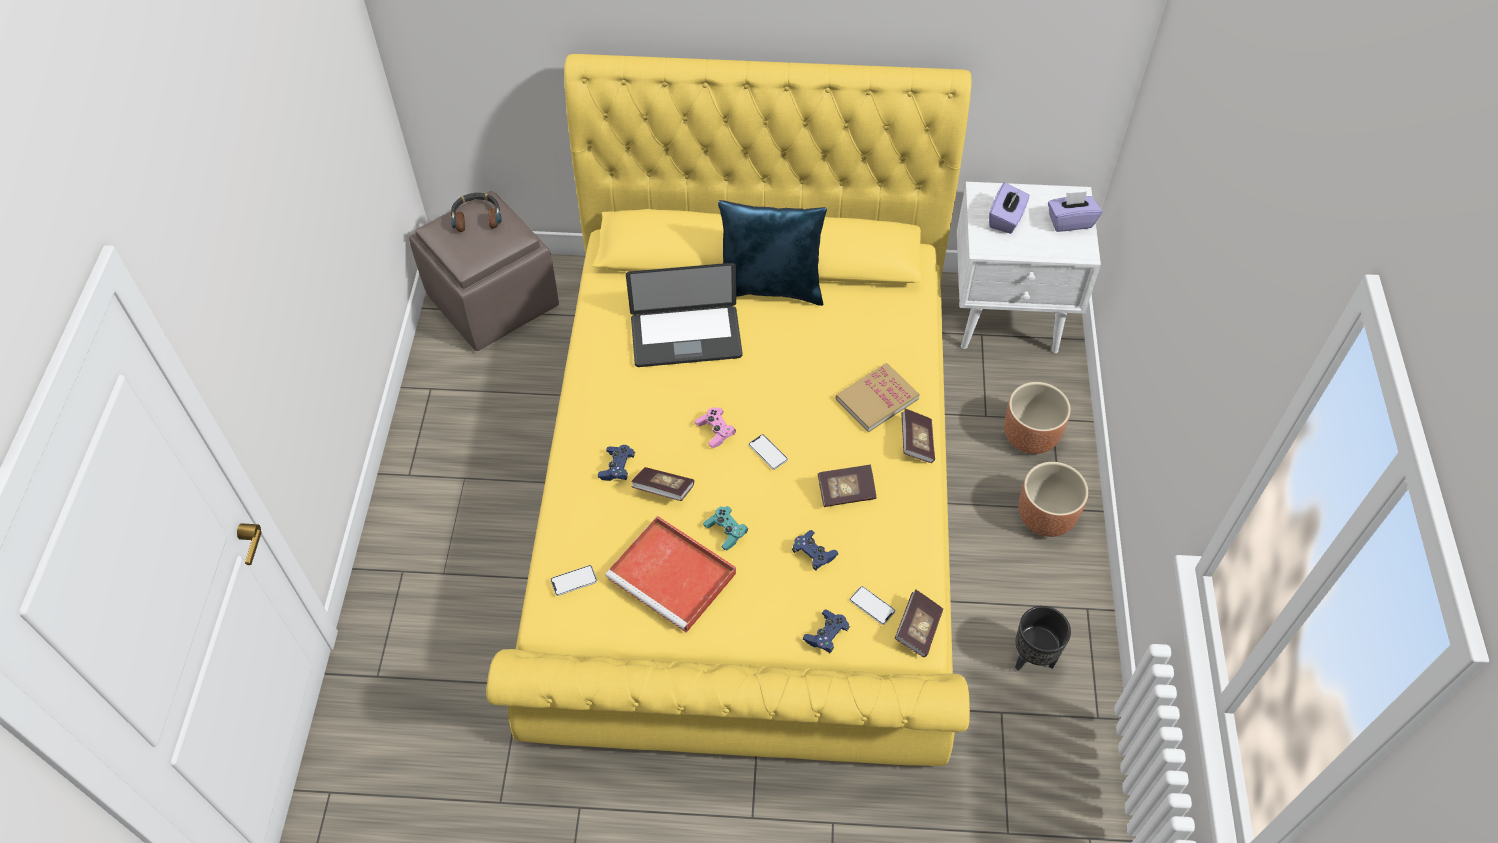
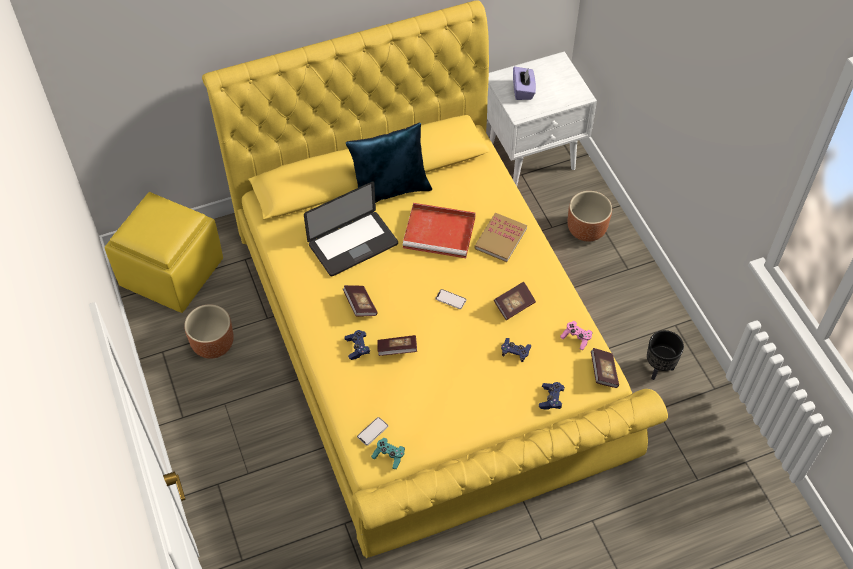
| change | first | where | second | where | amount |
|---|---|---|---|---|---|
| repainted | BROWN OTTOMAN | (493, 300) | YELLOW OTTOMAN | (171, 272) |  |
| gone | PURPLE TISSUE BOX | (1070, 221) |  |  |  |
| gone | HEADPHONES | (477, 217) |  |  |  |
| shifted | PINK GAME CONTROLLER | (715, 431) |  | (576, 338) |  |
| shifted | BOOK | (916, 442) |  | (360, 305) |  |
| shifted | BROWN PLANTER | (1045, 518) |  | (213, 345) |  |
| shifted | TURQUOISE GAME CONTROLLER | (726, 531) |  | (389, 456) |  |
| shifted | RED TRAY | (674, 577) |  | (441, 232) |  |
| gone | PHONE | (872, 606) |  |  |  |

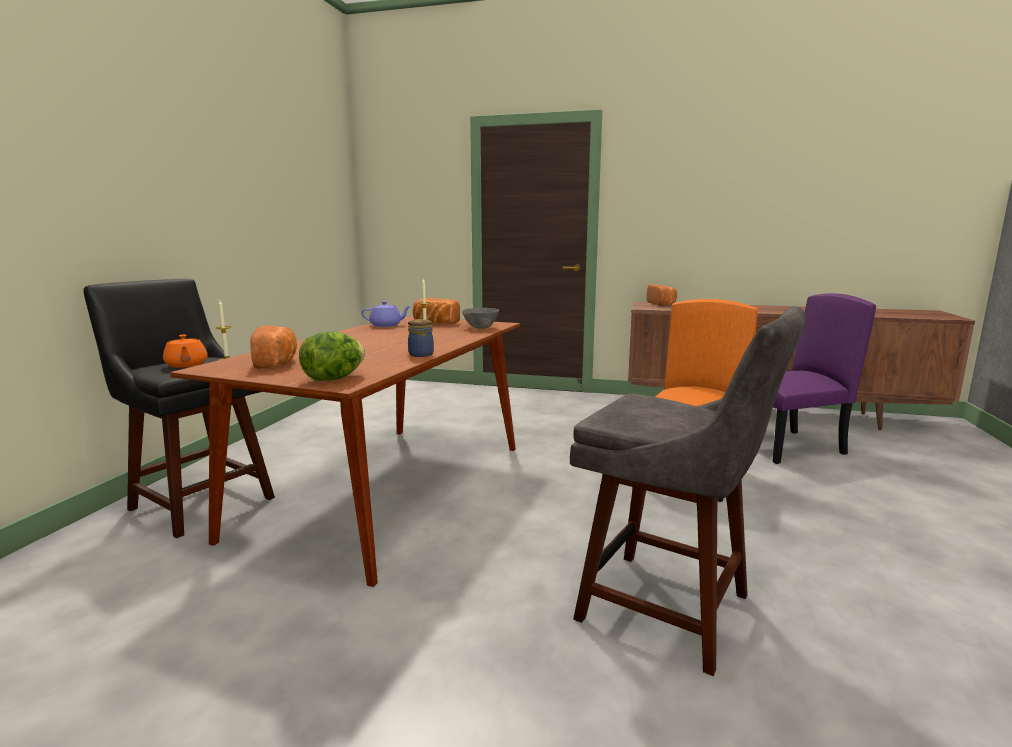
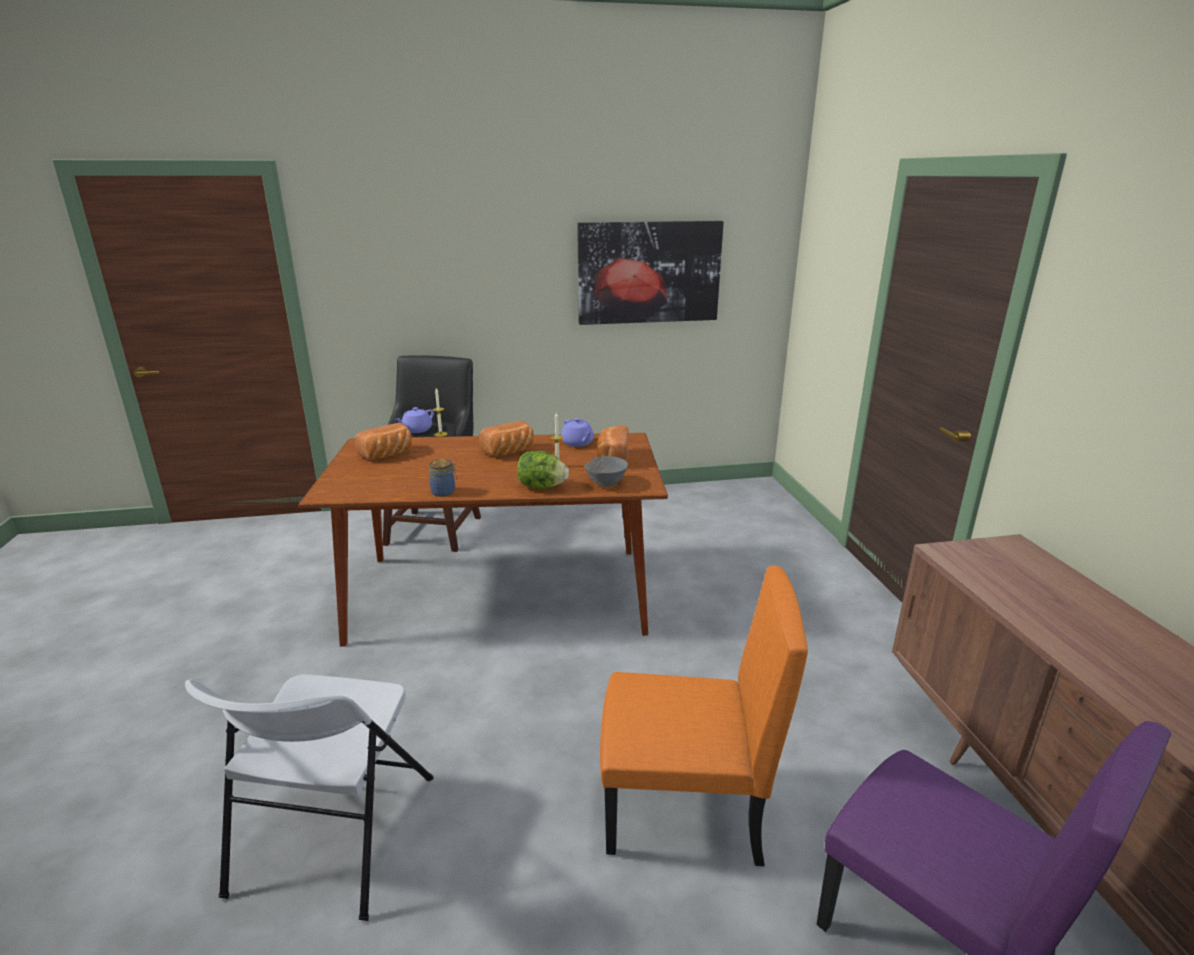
| change | first | where | second | where | amount |
|---|---|---|---|---|---|
| shifted | BREAD | (662, 304) |  | (510, 452) |  |
| swapped | GREY STOOL | (671, 609) | WHITE CHAIR | (335, 833) |  |
| shifted | LETTUCE | (334, 379) |  | (542, 487) |  |
| repainted | ORANGE TEAPOT | (186, 365) | PURPLE TEAPOT | (416, 430) |  |
| new |  |  | PICTURE | (649, 272) |  |

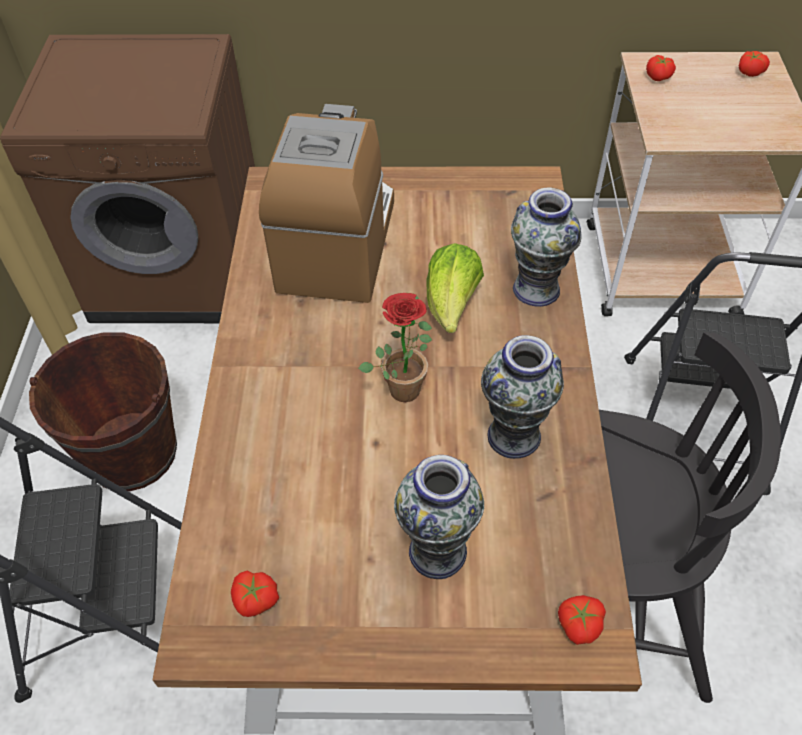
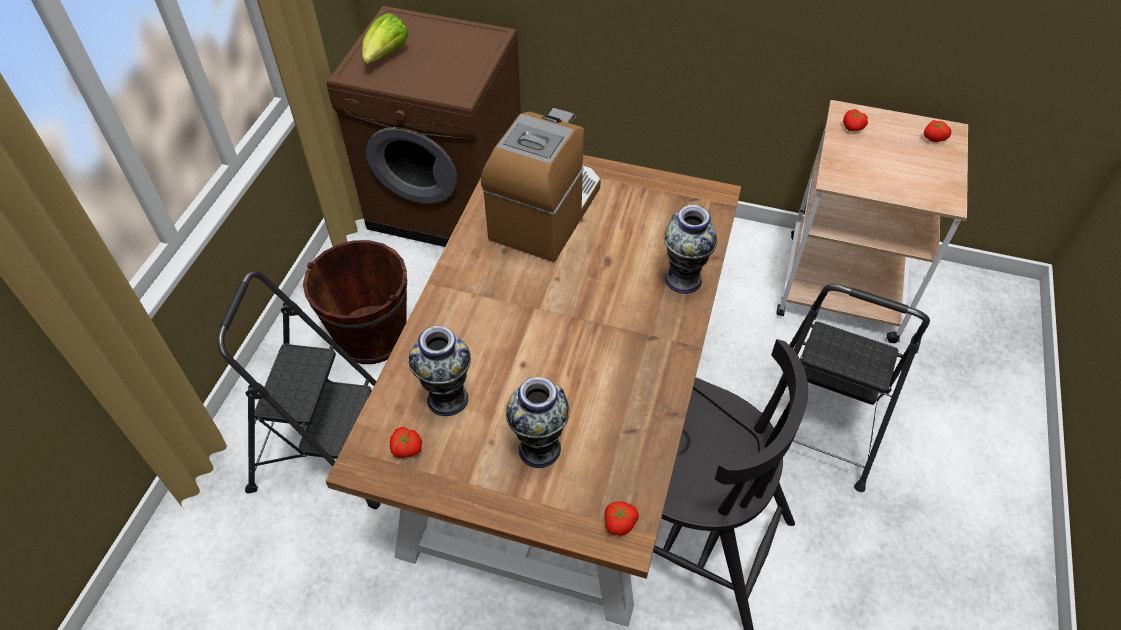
| change | first | where | second | where | amount |
|---|---|---|---|---|---|
| shifted | LETTUCE | (452, 305) |  | (386, 56) |  |
| gone | POTTED PLANT | (403, 384) |  |  |  |
| shifted | VASE | (514, 436) |  | (447, 399) |  |

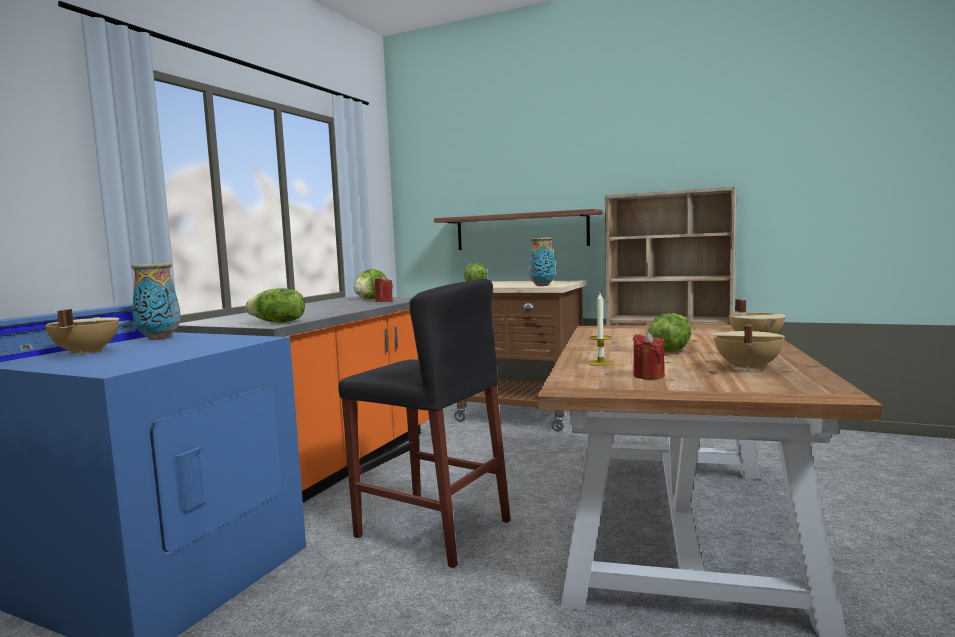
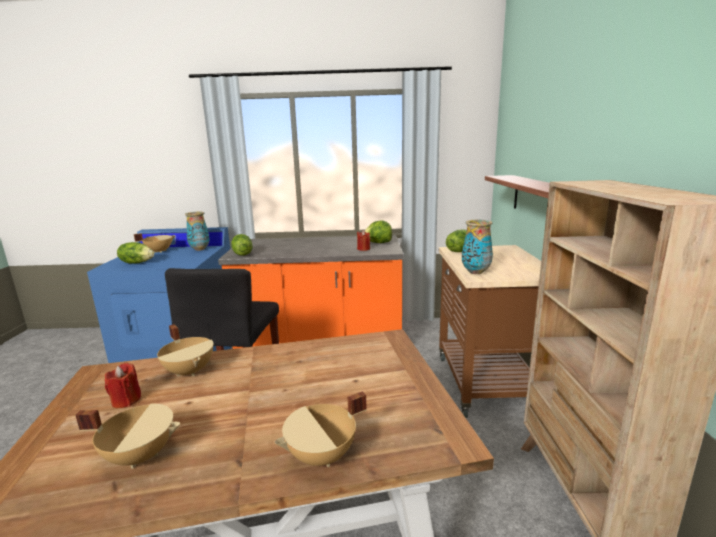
| change | first | where | second | where | amount |
|---|---|---|---|---|---|
| swapped | CANDLE | (600, 363) | BEIGE COOKING POT | (190, 371) |  |
| shifted | LETTUCE | (669, 351) |  | (137, 262) |  |

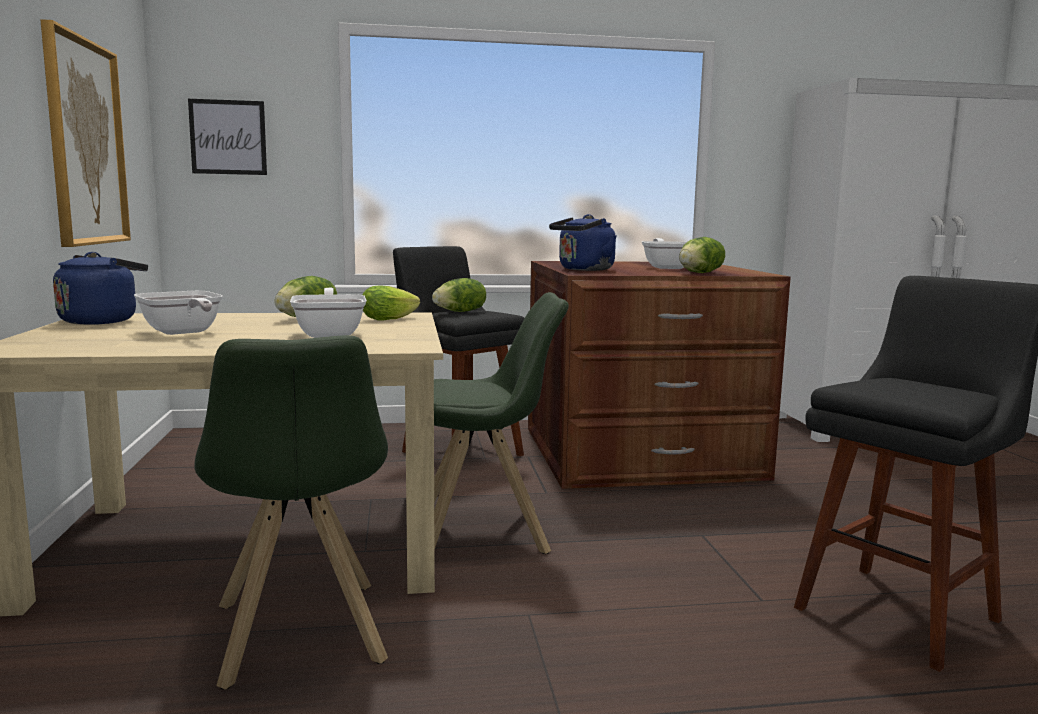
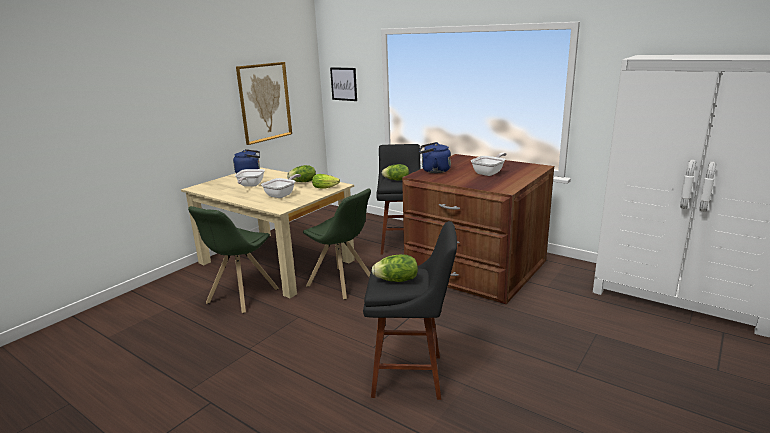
| change | first | where | second | where | amount |
|---|---|---|---|---|---|
| shifted | LETTUCE | (700, 273) |  | (397, 280) |  |

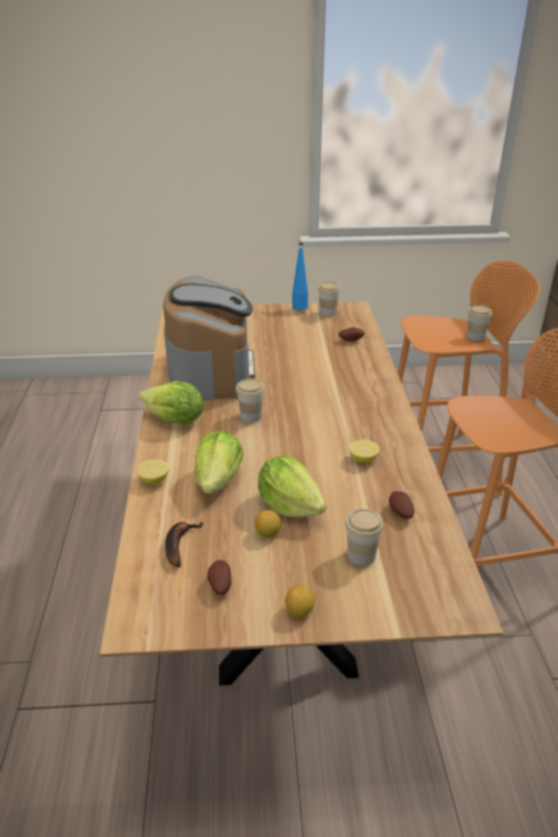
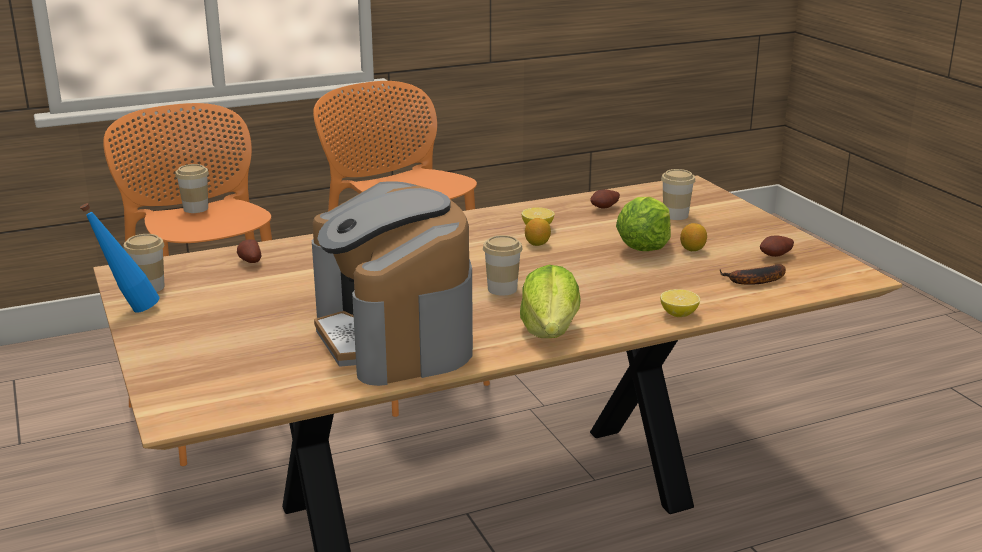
| change | first | where | second | where | amount |
|---|---|---|---|---|---|
| rotated | COFFEE MACHINE | (212, 370) |  | (395, 336) | 90 degrees counterclockwise |
| gone | LETTUCE | (219, 480) |  |  |  |
| shifted | LEMON | (299, 611) |  | (537, 244) |  |

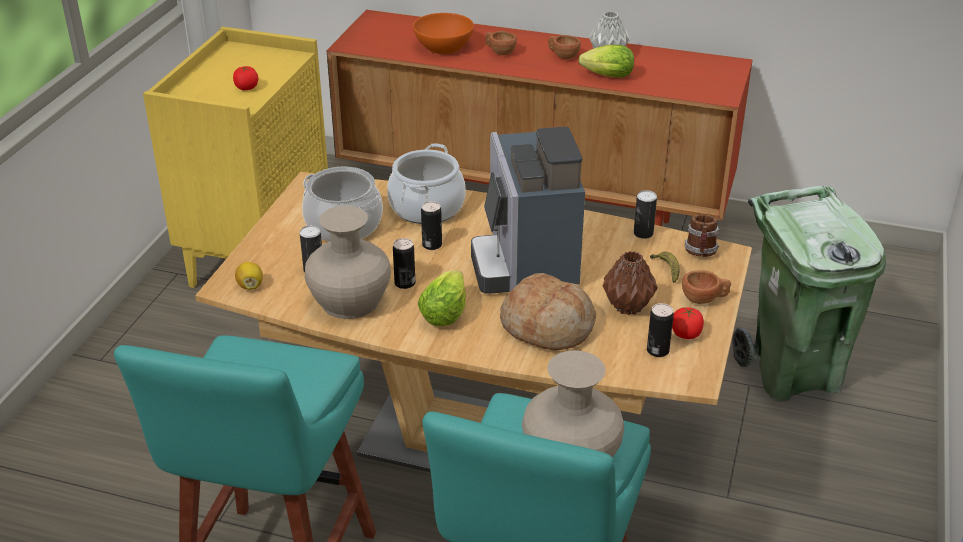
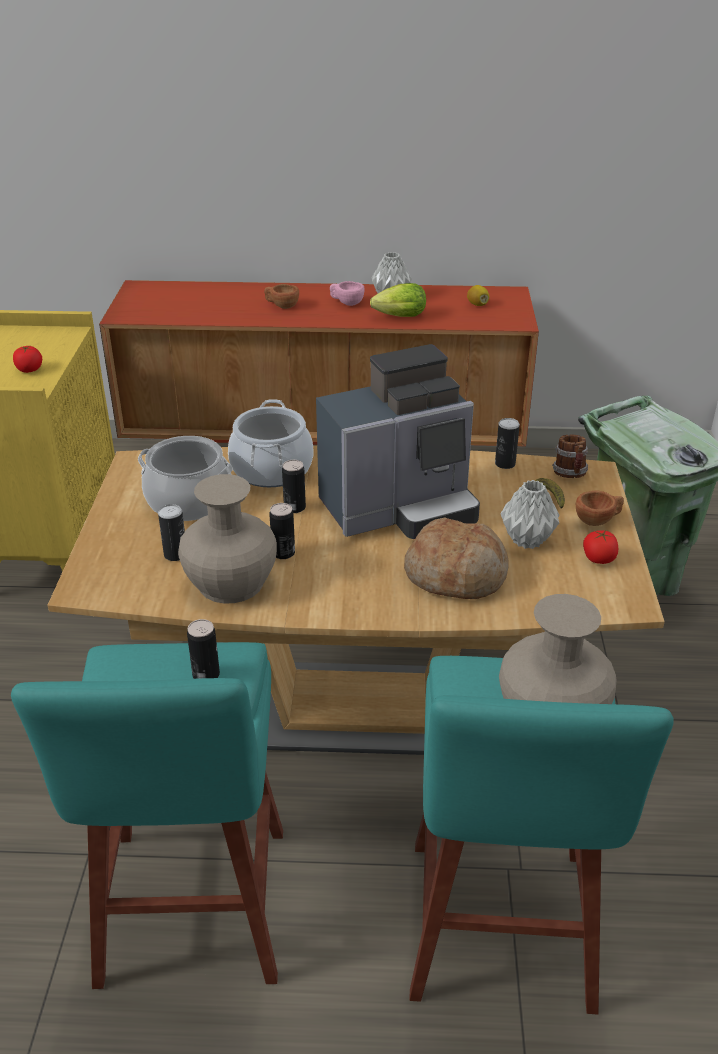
| change | first | where | second | where | amount |
|---|---|---|---|---|---|
| gone | ORANGE BOWL | (444, 47) |  |  |  |
| repainted | BROWN CUP | (562, 56) | PINK CUP | (346, 303) |  |
| rotated | COFFEE MACHINE | (525, 261) |  | (400, 509) | 90 degrees counterclockwise |
| repainted | BROWN VASE | (628, 307) | GREY VASE | (528, 540) |  |
| shifted | LEMON | (250, 286) |  | (477, 305) |  |
| gone | LETTUCE | (446, 312) |  |  |  |
| shifted | CAN | (657, 351) |  | (206, 675) |  |

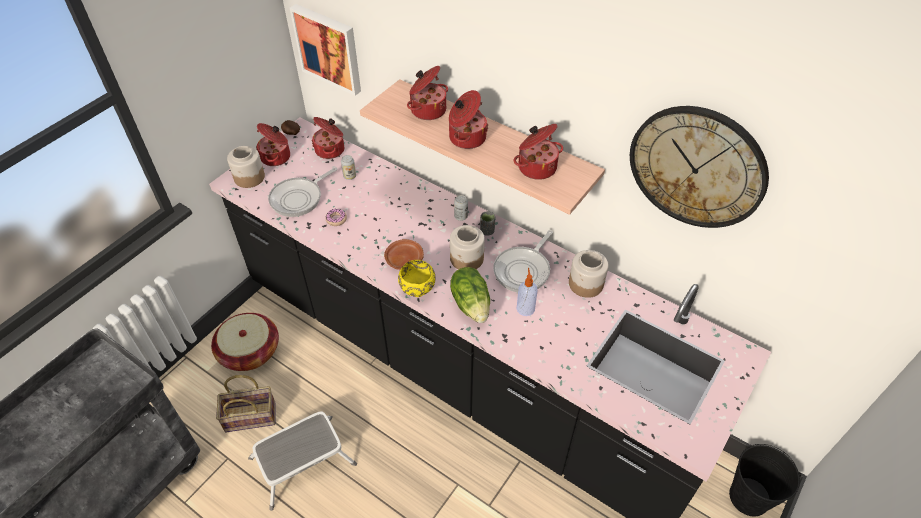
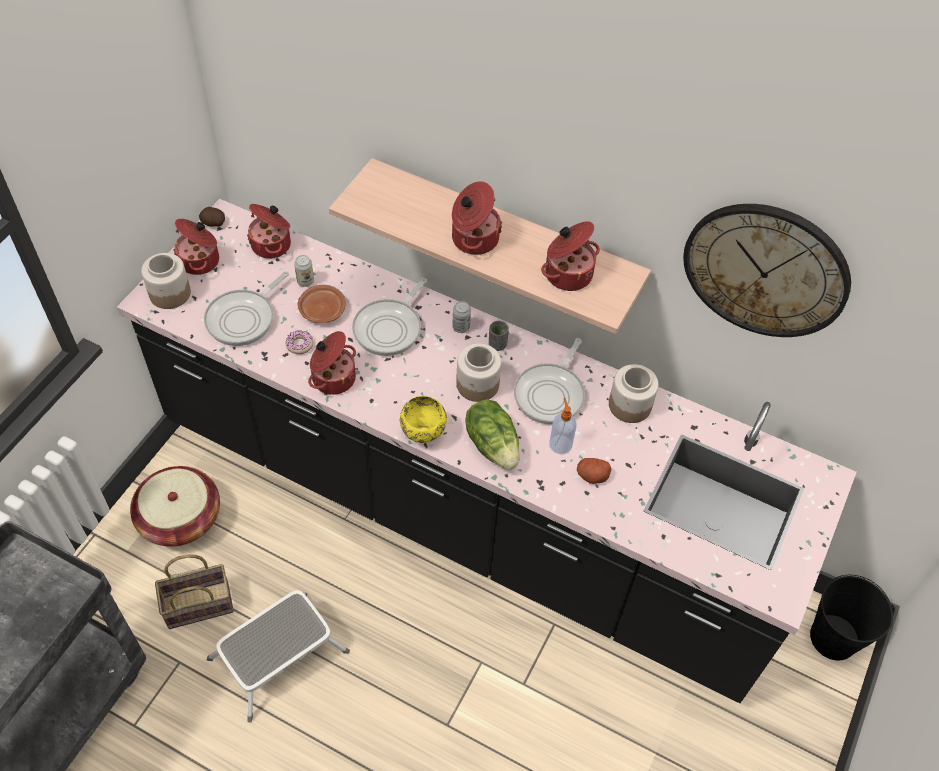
| change | first | where | second | where | amount |
|---|---|---|---|---|---|
| gone | PICTURE | (329, 48) |  |  |  |
| shifted | COOKING POT | (427, 109) |  | (333, 377) |  |
| shifted | BROWN PLATE | (404, 259) |  | (322, 309) |  |
| new |  |  | FRYING PAN | (390, 328) |  |
| new |  |  | POTATO | (592, 476) |  |

